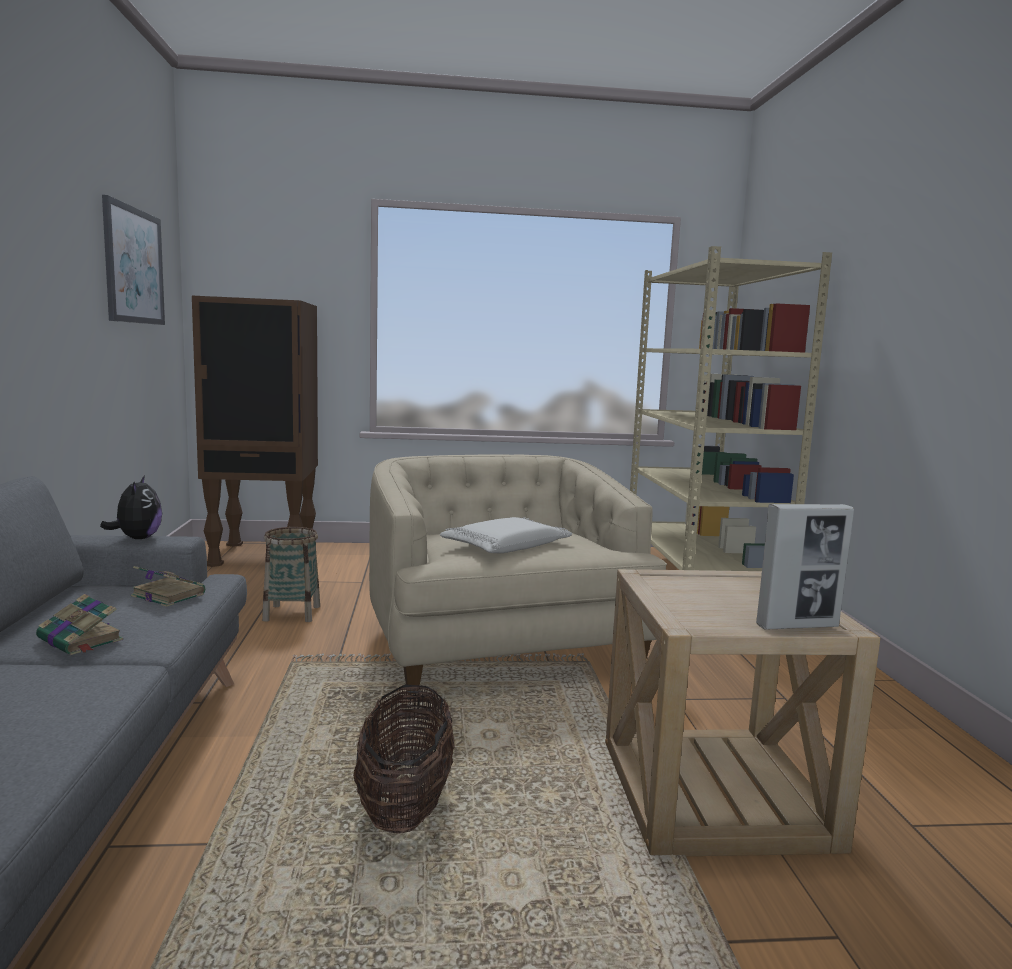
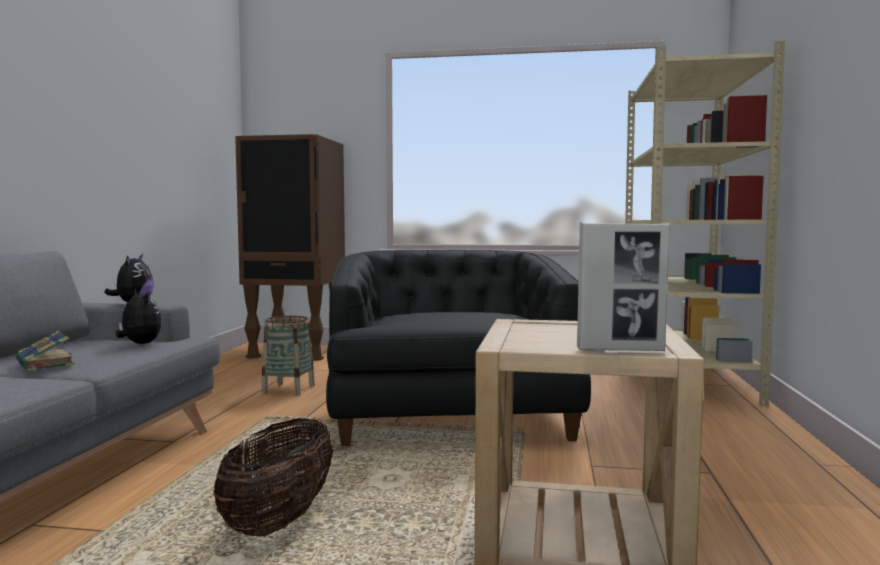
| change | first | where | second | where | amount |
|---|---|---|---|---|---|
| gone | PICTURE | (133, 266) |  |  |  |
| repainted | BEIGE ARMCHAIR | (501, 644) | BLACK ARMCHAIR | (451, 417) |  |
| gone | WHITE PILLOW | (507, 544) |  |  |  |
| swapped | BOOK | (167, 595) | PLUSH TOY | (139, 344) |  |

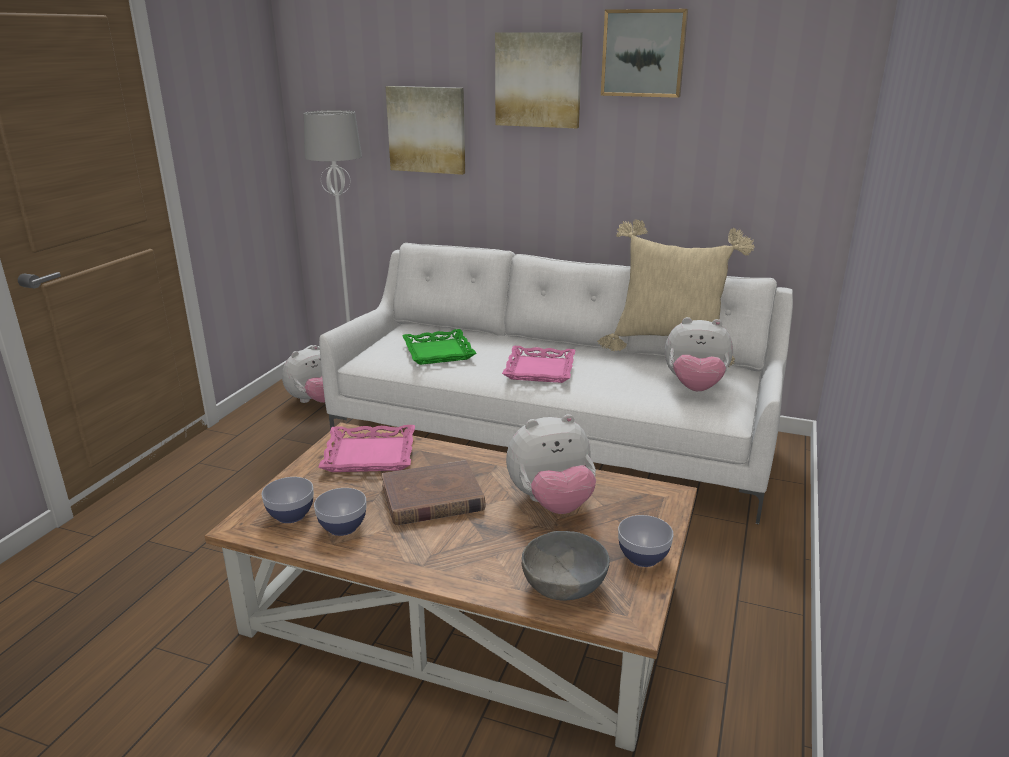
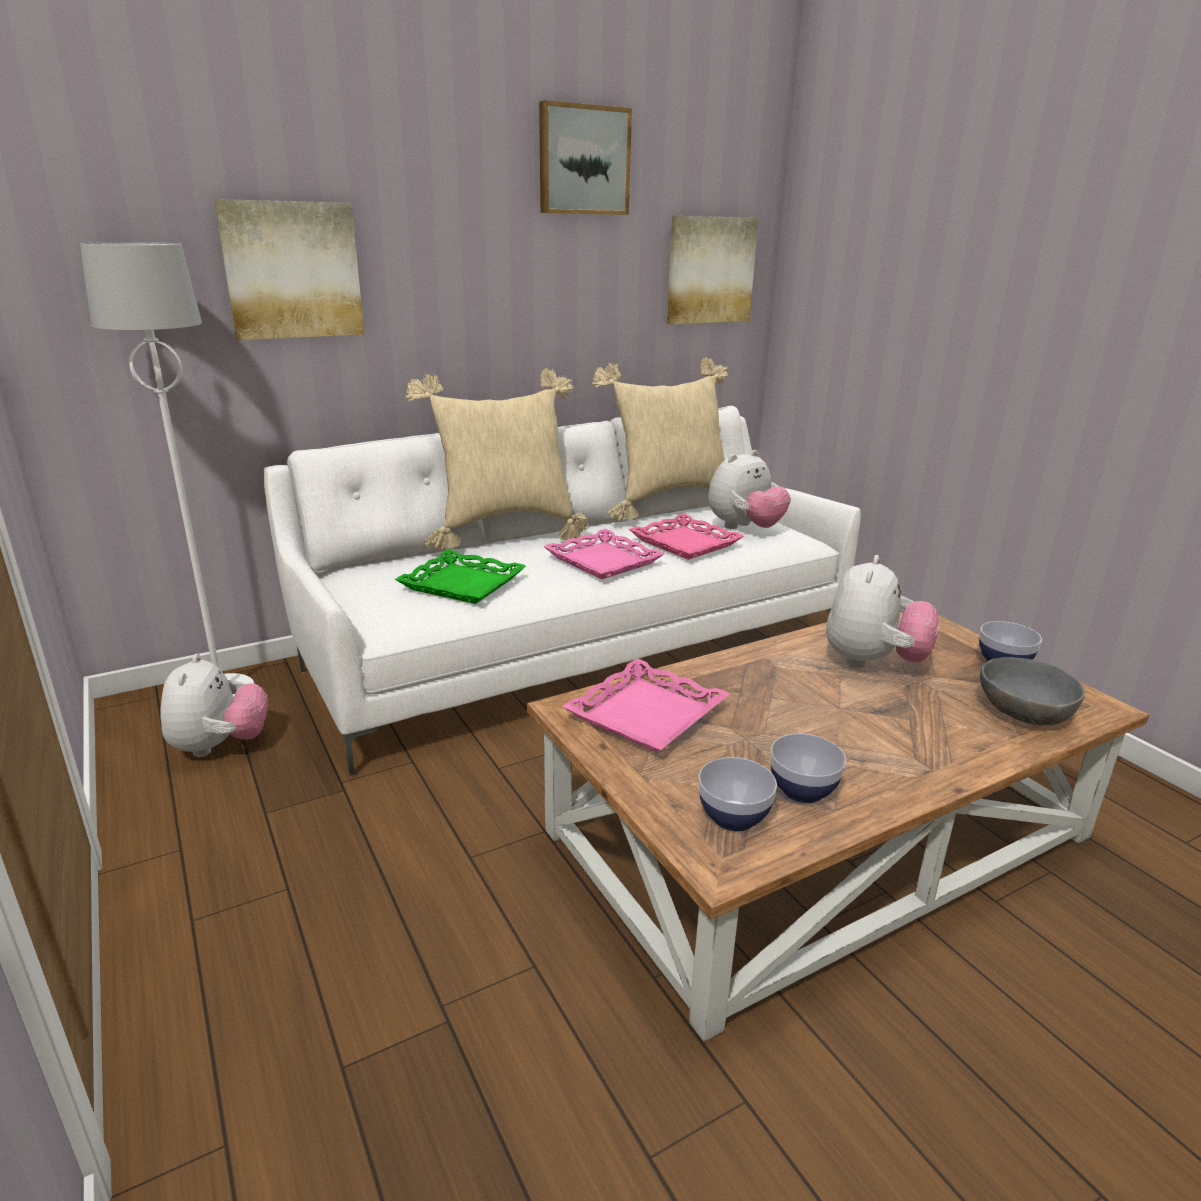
| change | first | where | second | where | amount |
|---|---|---|---|---|---|
| shifted | PICTURE | (538, 80) |  | (709, 270) |  |
| gone | BROWN BOOK | (432, 498) |  |  |  |
| new |  |  | BEIGE PILLOW | (503, 539) |  |
| new |  |  | PINK TRAY | (686, 543) |  |

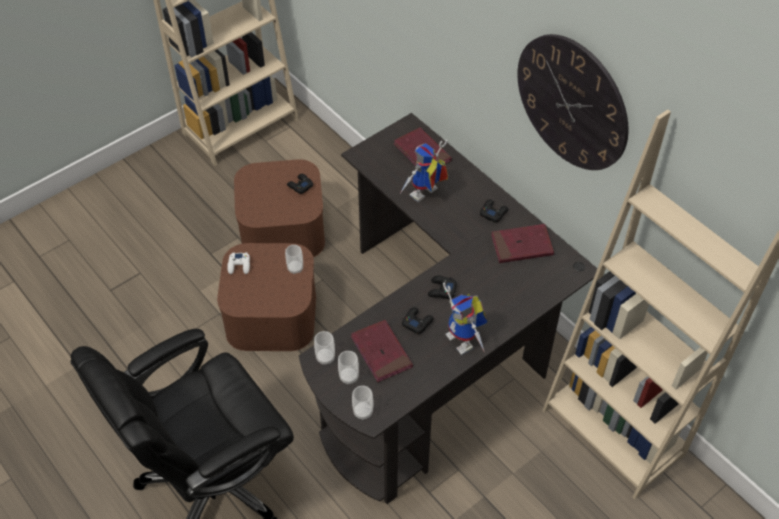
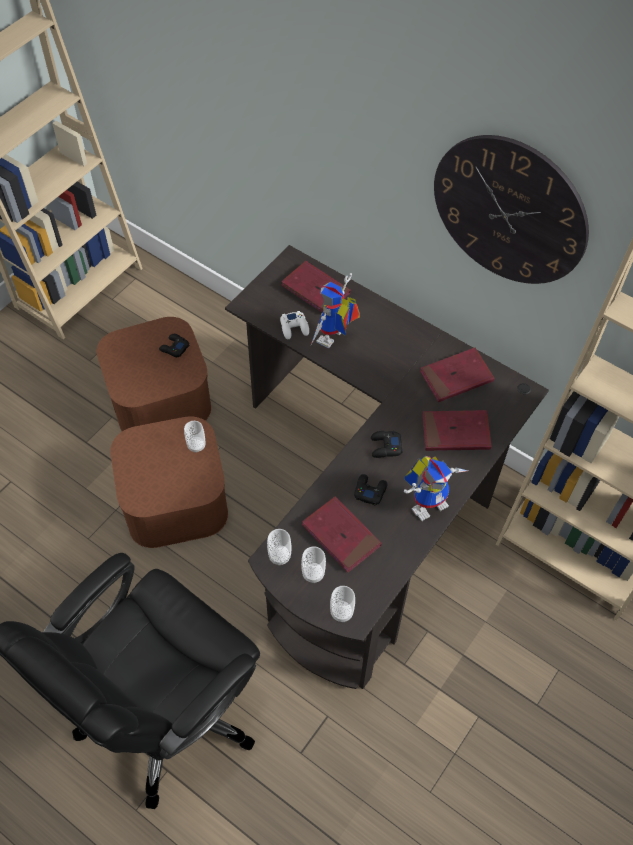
| change | first | where | second | where | amount |
|---|---|---|---|---|---|
| gone | BLACK GAME CONTROLLER | (493, 212) |  |  |  |
| shifted | WHITE GAME CONTROLLER | (239, 265) |  | (294, 328) |  |
| rotated | TOY ROBOT | (465, 341) |  | (429, 502) | 75 degrees counterclockwise |
| new |  |  | RED BOOK | (455, 433) |  |

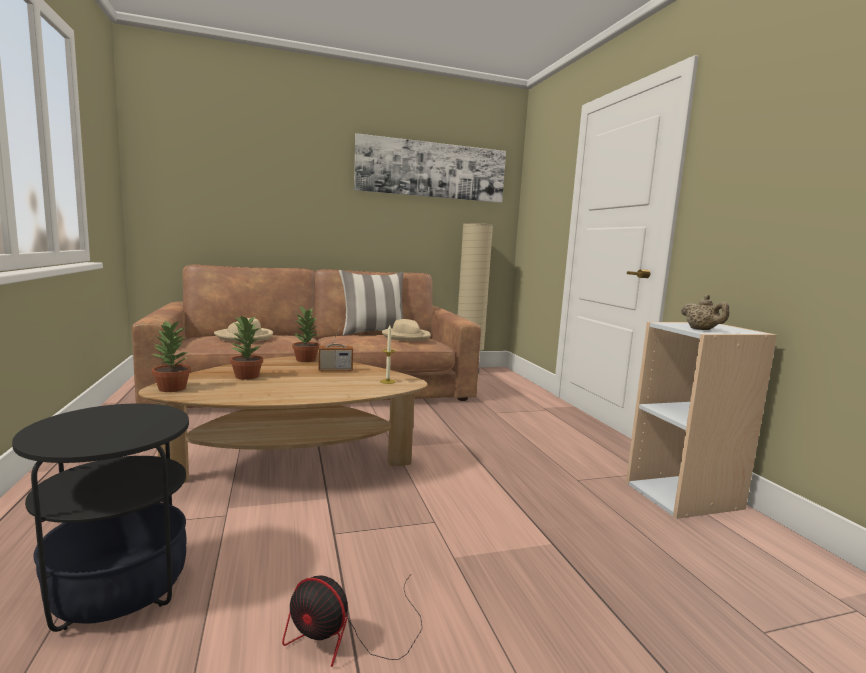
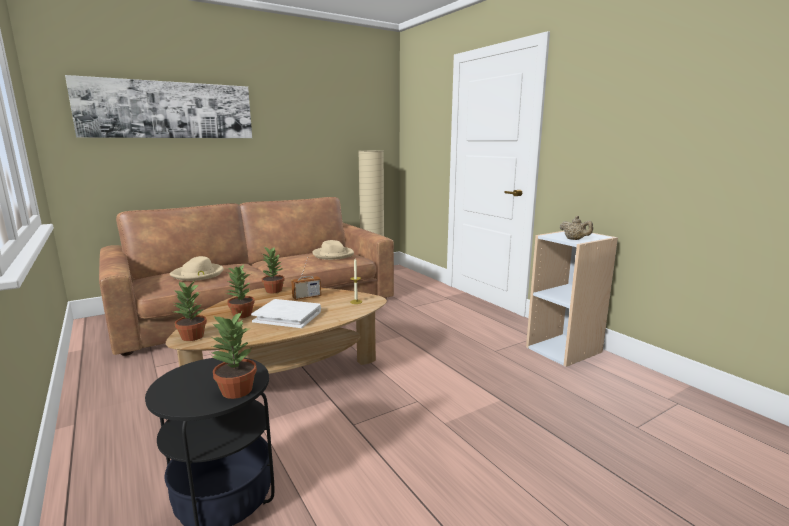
| change | first | where | second | where | amount |
|---|---|---|---|---|---|
| shifted | PICTURE | (431, 170) |  | (168, 110) |  |
| gone | PILLOW | (373, 333) |  |  |  |
| gone | FAN | (349, 636) |  |  |  |
| new |  |  | WHITE BOOK | (288, 316) |  |
| new |  |  | POTTED PLANT | (236, 391) |  |

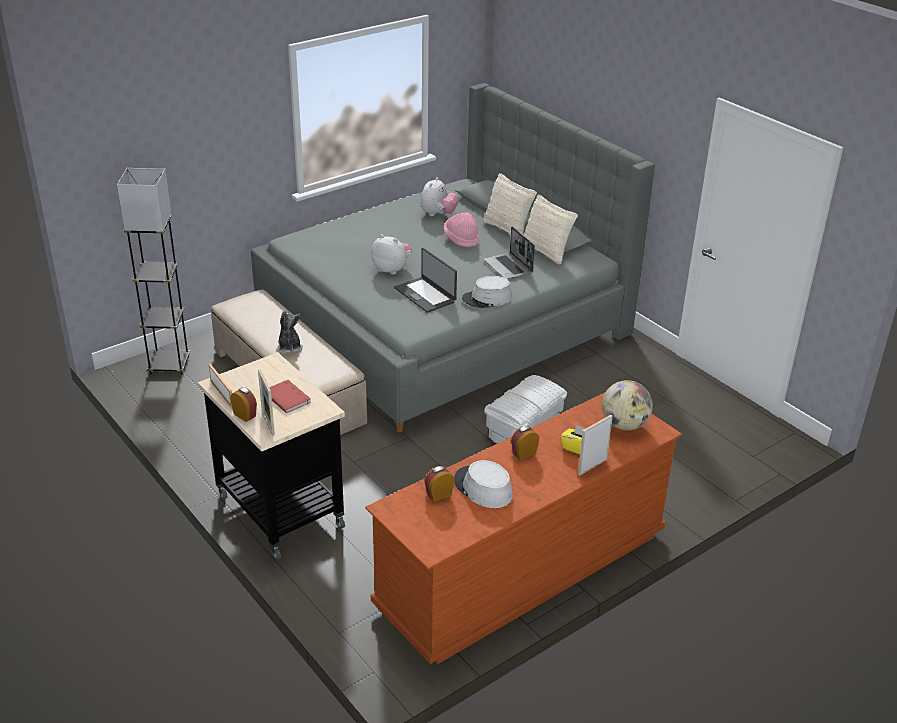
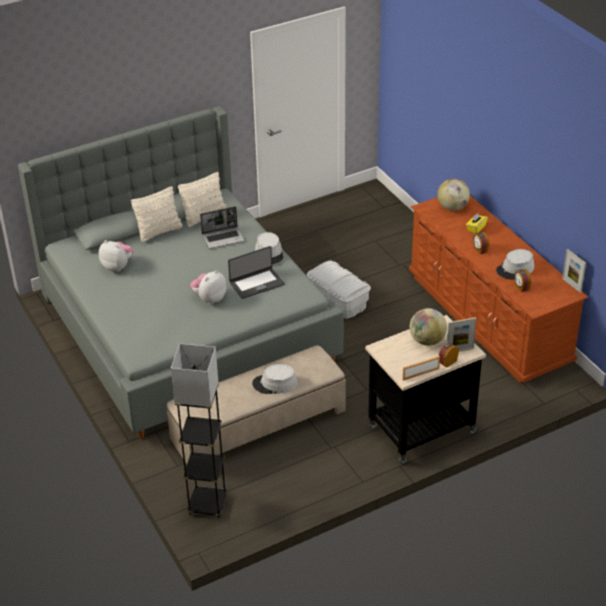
| change | first | where | second | where | amount |
|---|---|---|---|---|---|
| gone | PINK HAT | (461, 239) |  |  |  |
| swapped | PLUSH TOY | (289, 348) | GREY HAT | (275, 384) |  |
| swapped | RED BOOK | (288, 397) | GLOBE | (427, 340) |  |
| shifted | PICTURE FRAME | (592, 467) |  | (571, 285) |  |

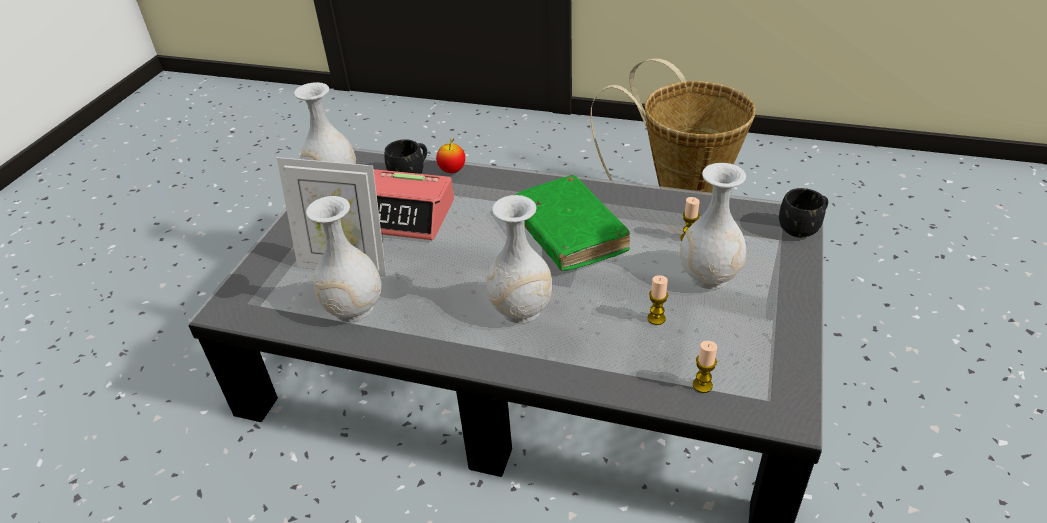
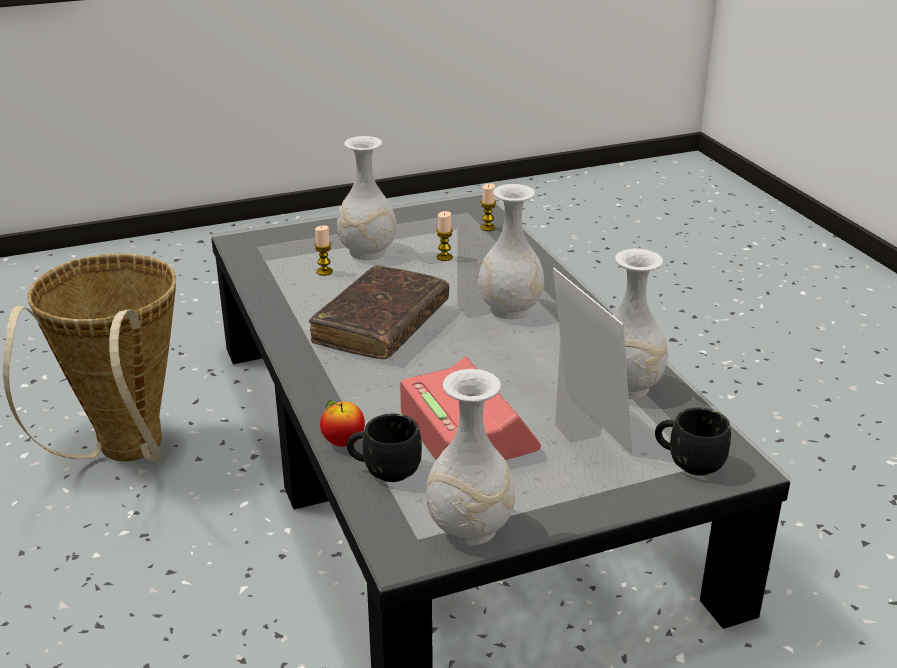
| change | first | where | second | where | amount |
|---|---|---|---|---|---|
| repainted | GREEN BOOK | (568, 233) | BROWN BOOK | (381, 325) |  |
| shifted | BLACK MUG | (802, 228) |  | (688, 463) |  |

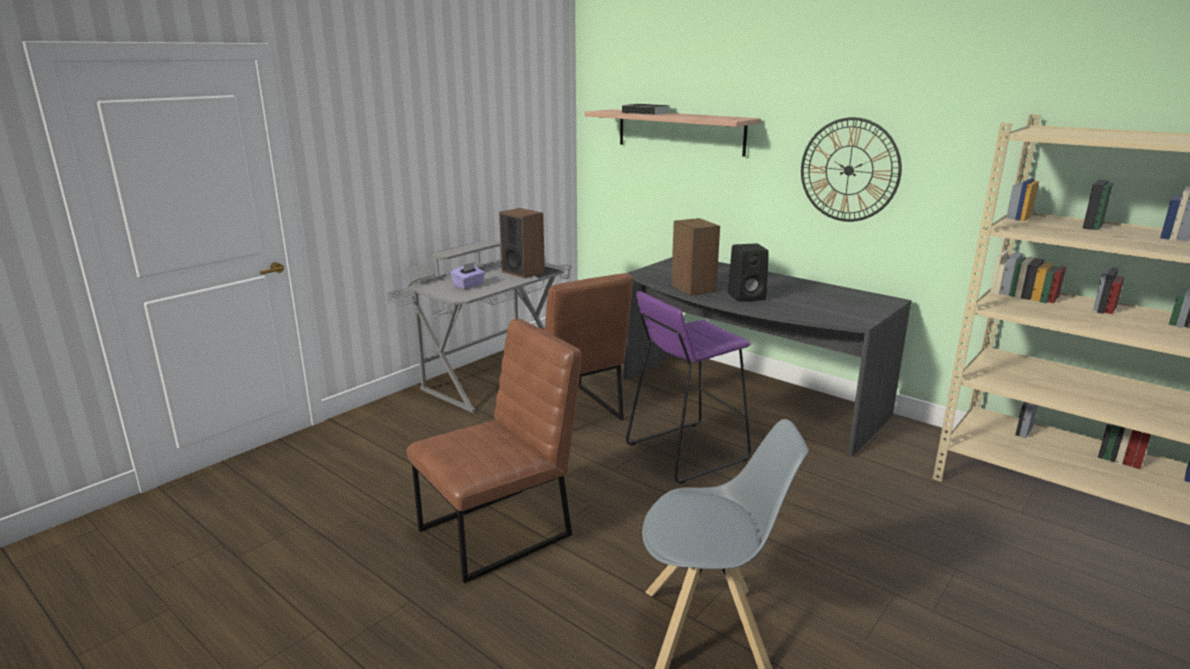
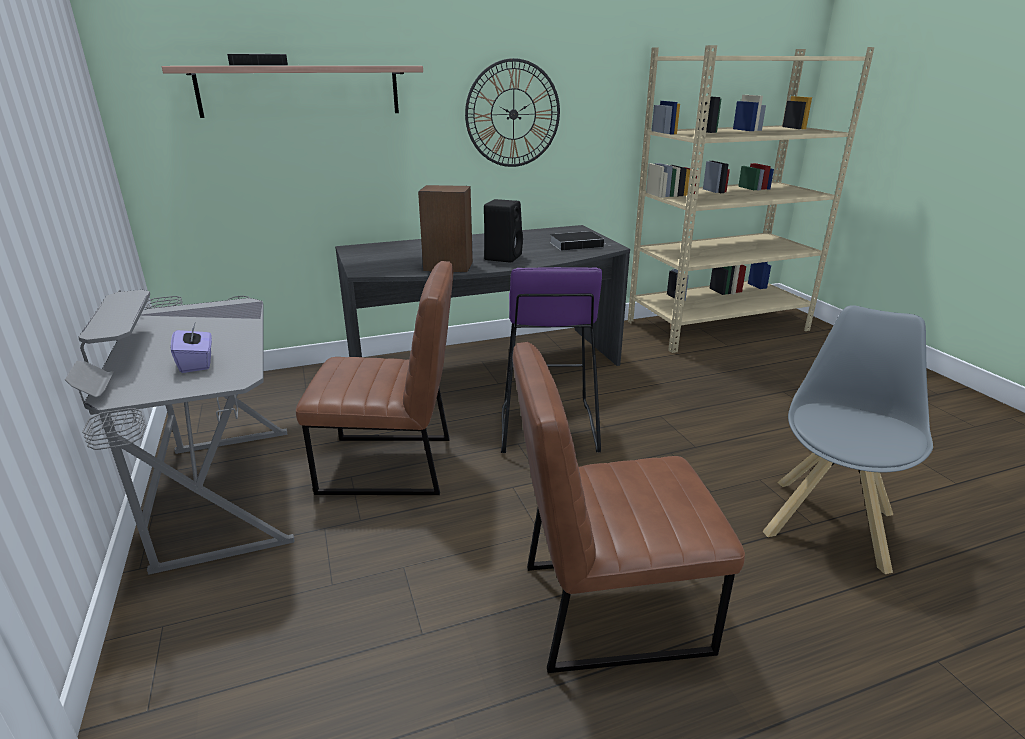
| change | first | where | second | where | amount |
|---|---|---|---|---|---|
| gone | SPEAKER | (523, 272) |  |  |  |
| rotated | BROWN CHAIR | (499, 531) |  | (608, 607) | 90 degrees counterclockwise |
| new |  |  | BOOK | (577, 244) |  |

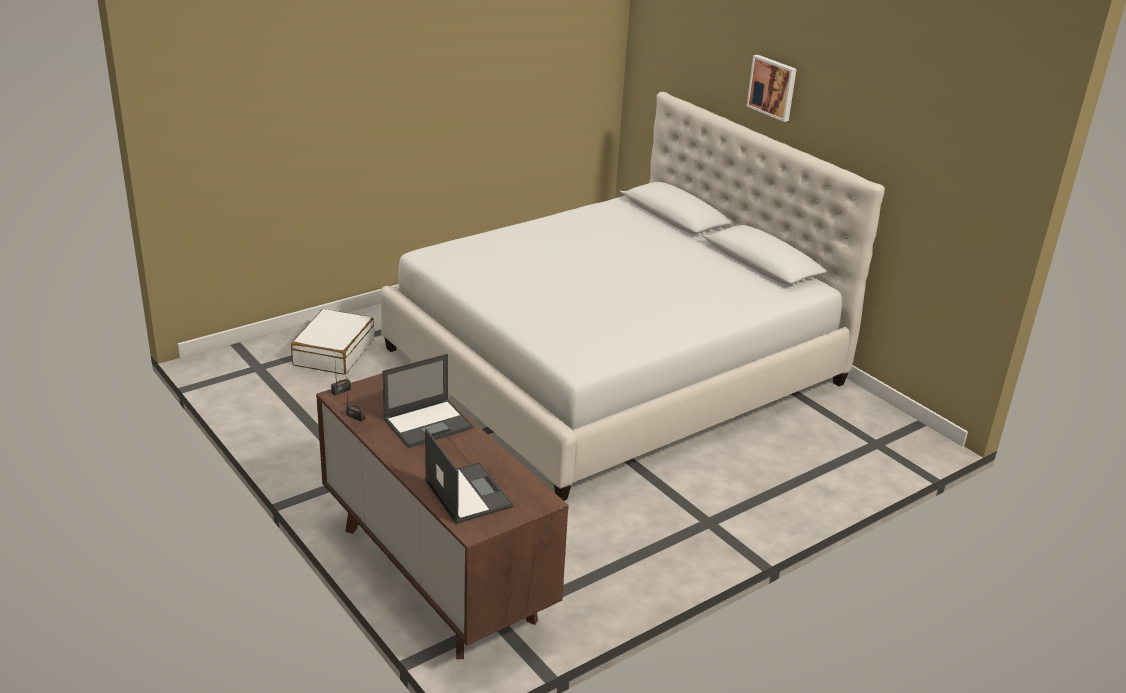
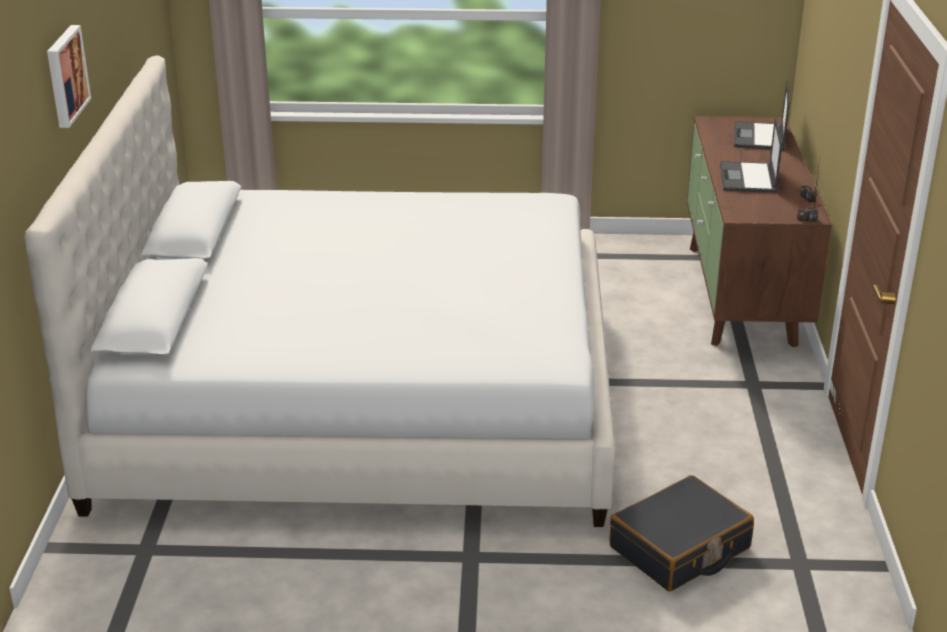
| change | first | where | second | where | amount |
|---|---|---|---|---|---|
| repainted | WHITE SUITCASE | (333, 352) | BLACK SUITCASE | (680, 548) |  |
| rotated | LAPTOP | (429, 423) |  | (748, 178) | 90 degrees counterclockwise |

